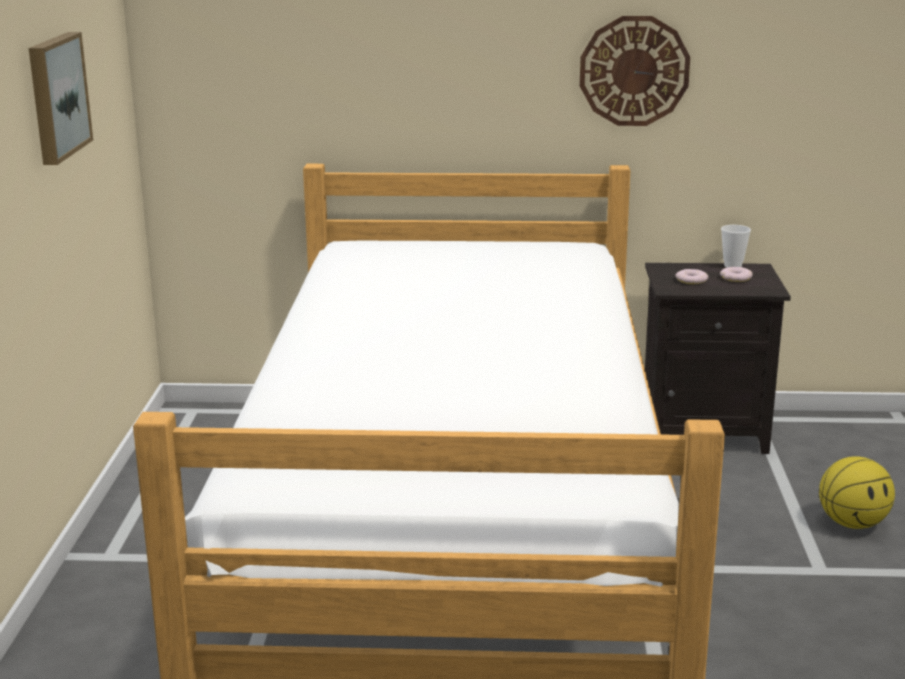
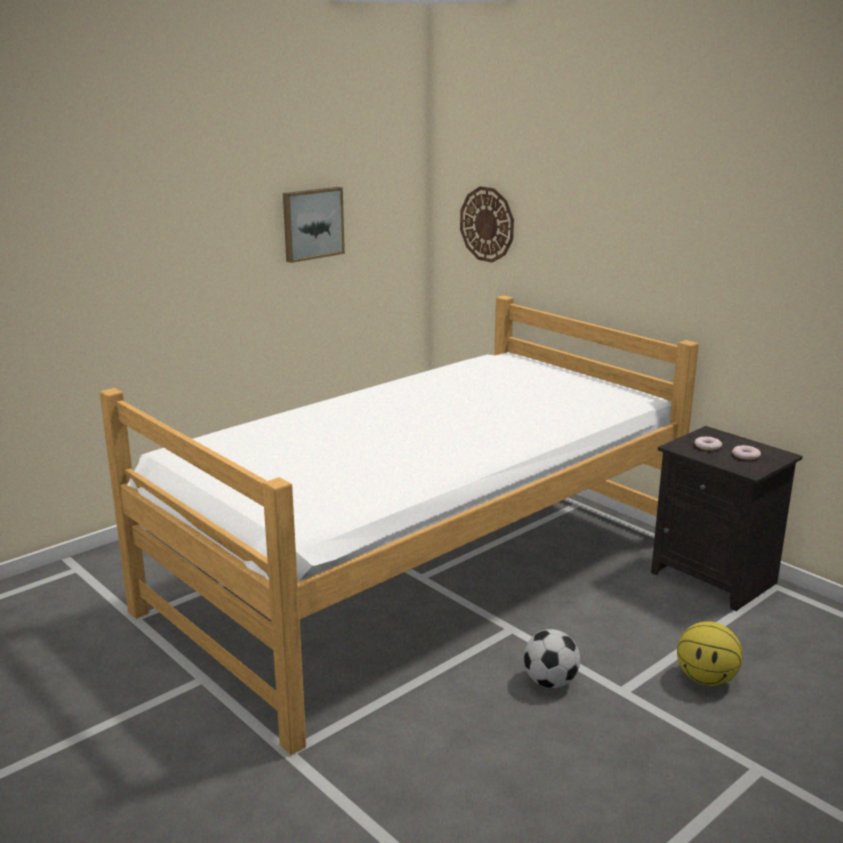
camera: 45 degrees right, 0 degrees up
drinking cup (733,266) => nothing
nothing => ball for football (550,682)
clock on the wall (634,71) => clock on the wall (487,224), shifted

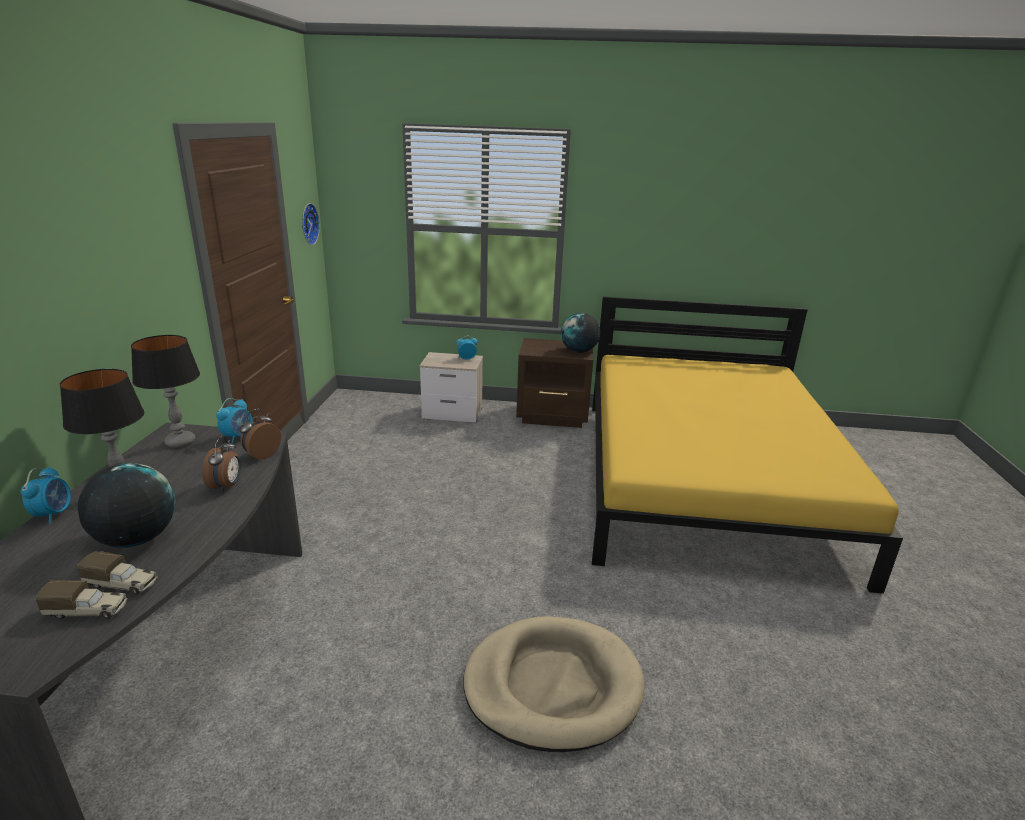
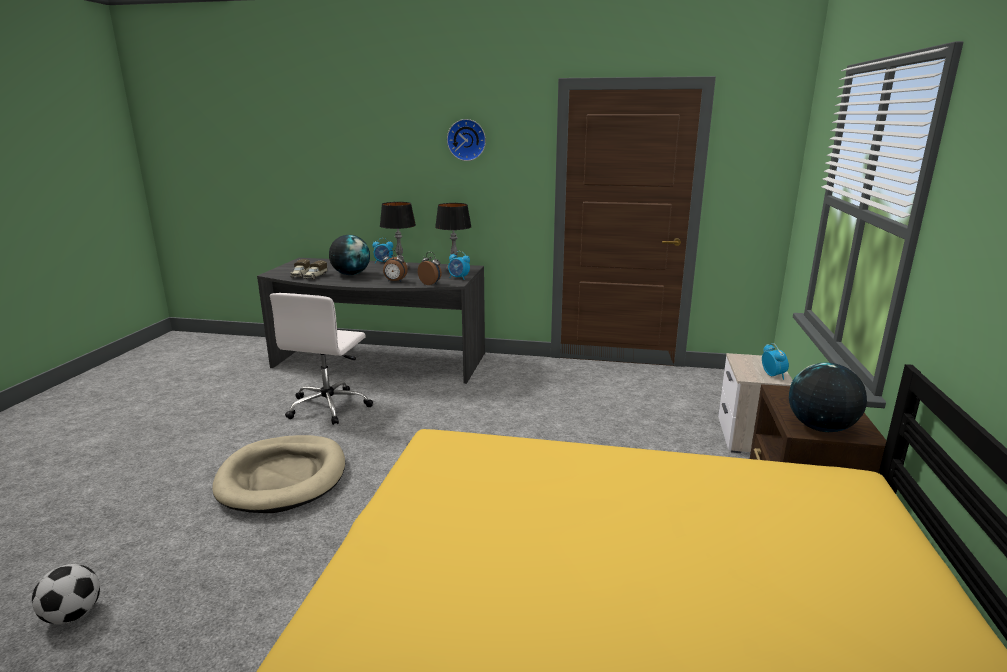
camera: 95 degrees right, 5 degrees down
nothing => ball for football (73,615)
nothing => whitish desk chair (329,406)
clock on the wall (307,224) => clock on the wall (467,140), shifted

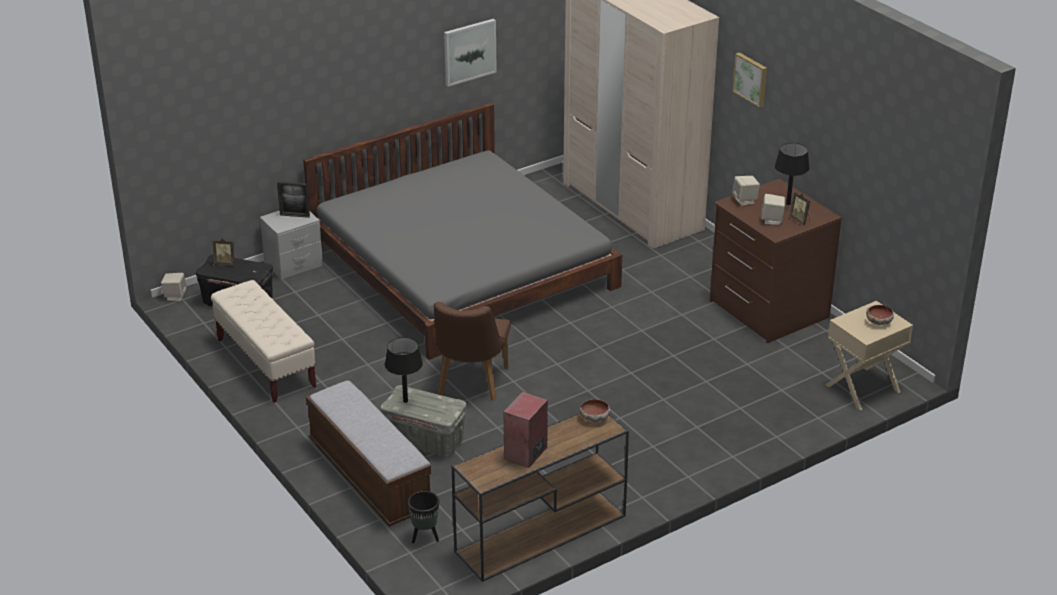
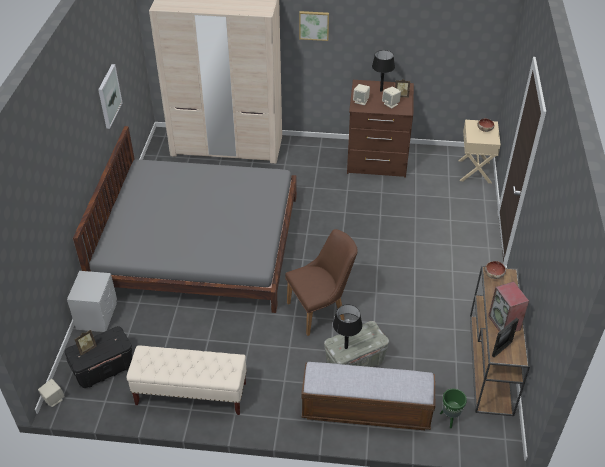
camera: 50 degrees left, 10 degrees up
standing frame (294,215) => standing frame (502,349), shifted
blackish planter (425,537) => green-coloured planter (450,418)
brownish upright chair (470,385) => brownish upright chair (321,310), 75 degrees counterclockwise

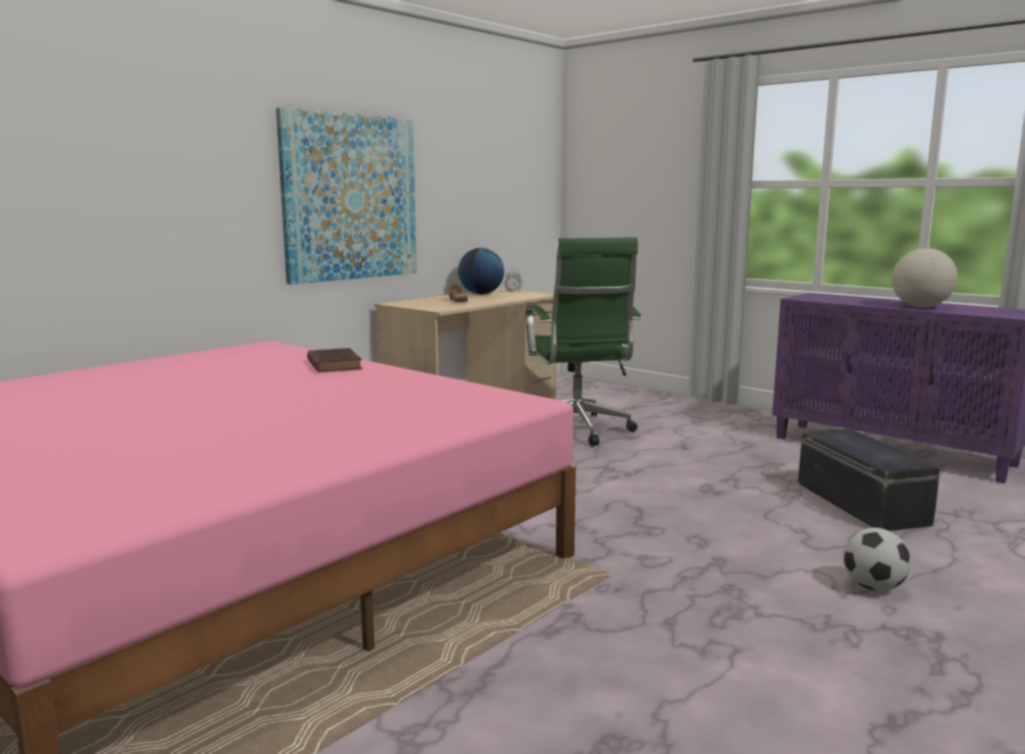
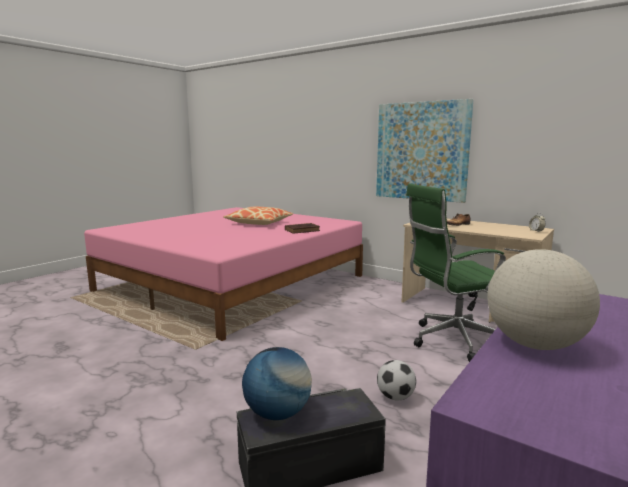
camera: 85 degrees right, 0 degrees up
nothing => pillow (259,223)
world globe (481,294) => world globe (277,413), shifted
ball for football (873,587) => ball for football (395,397), shifted

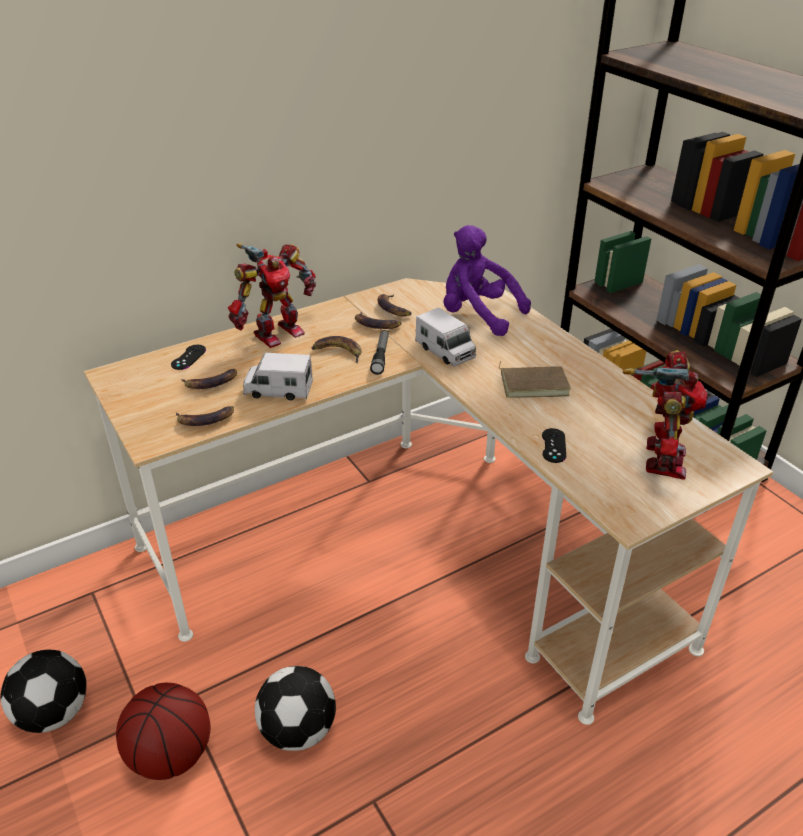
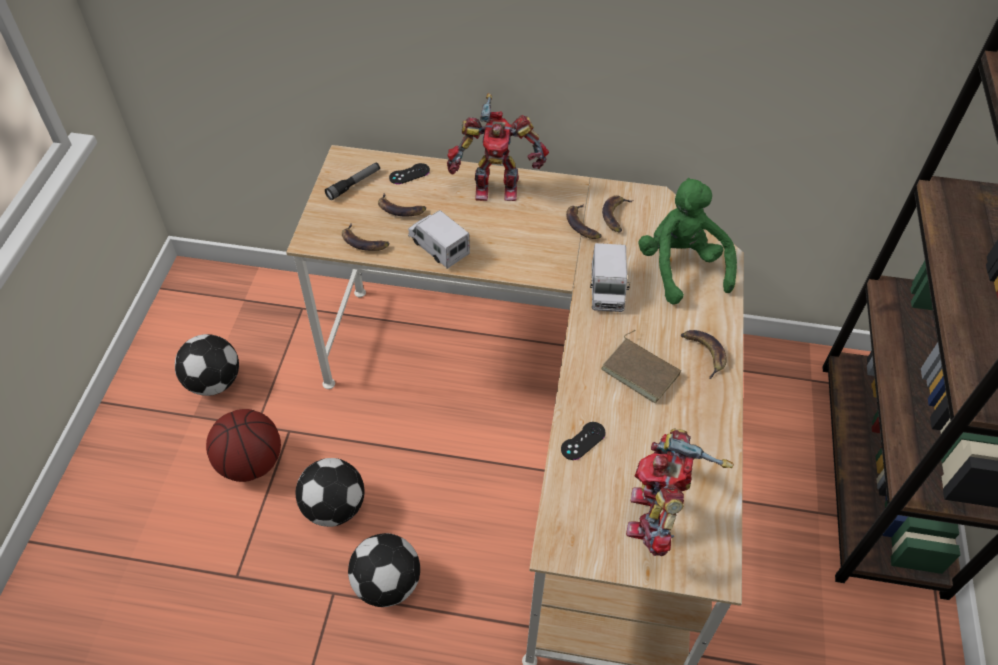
camera: 40 degrees right, 15 degrees up
nothing => ball for football (387,582)
banana (338,352) => banana (703,353), shifted
torch (381,356) => torch (354,184), shifted
purplish soft toy (477,315) => green-coloured soft toy (681,267)
robot figure (659,459) => robot figure (655,517), 135 degrees clockwise

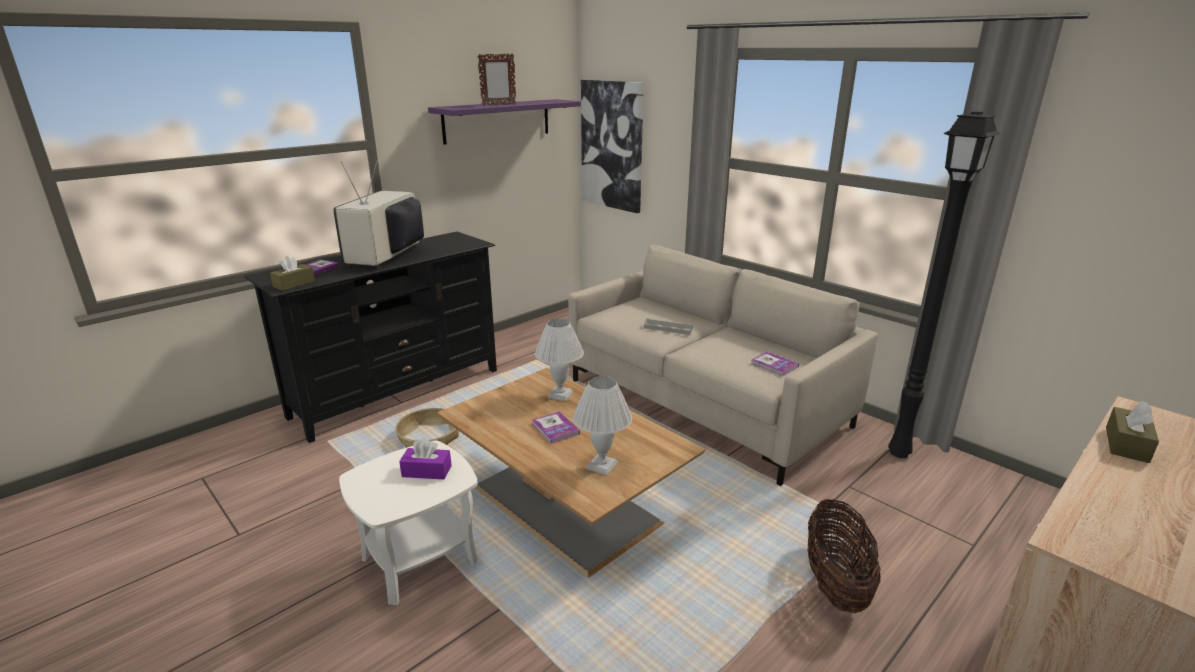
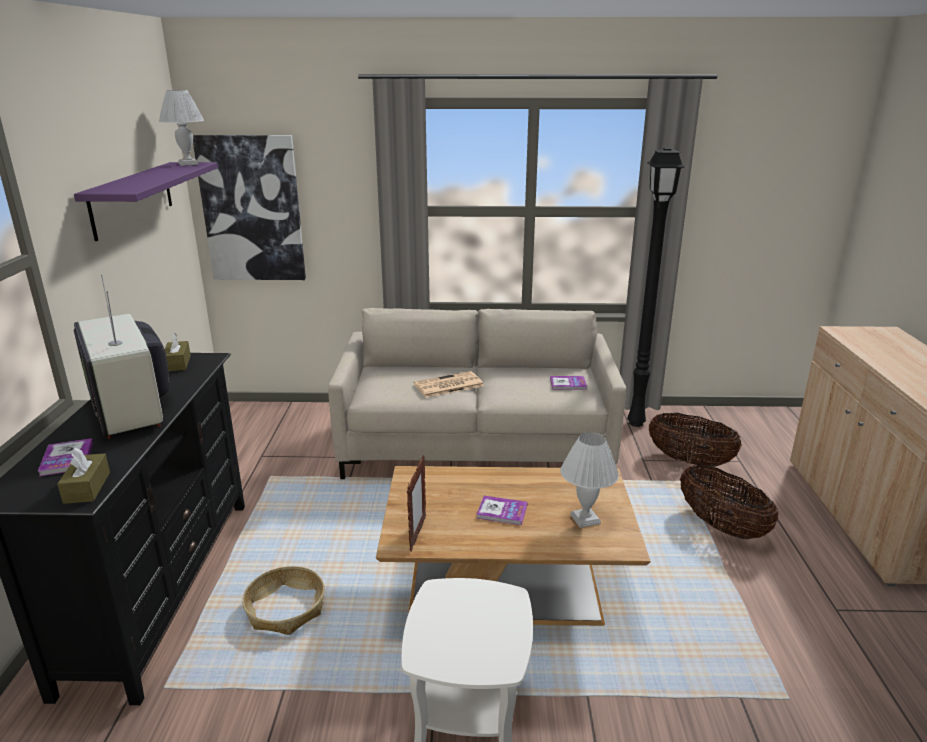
camera: 45 degrees left, 0 degrees up
purplish tissue holder (426,471) => nothing
nothing => storage basket (690,461)
standing frame (498,105) => standing frame (417,534), shifted
whitish tabletop lamp (560,394) => whitish tabletop lamp (187,164), shifted
brownish tissue holder (1126,444) => brownish tissue holder (177,363), shifted
greyish carrying tray (668,328) => newspaper (448,385)

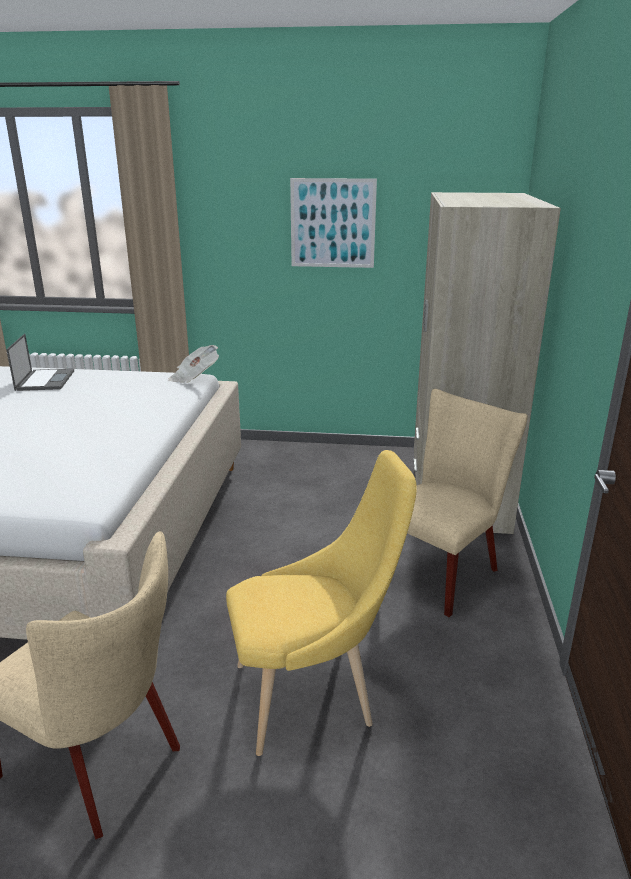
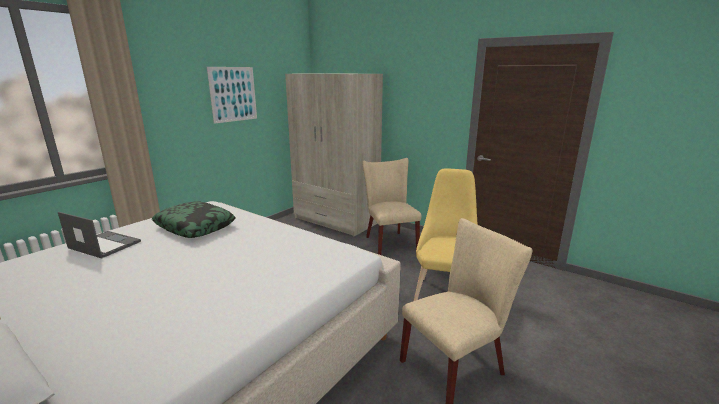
camera: 60 degrees left, 5 degrees down
newspaper (194,377) => nothing
nothing => pillow (195,226)

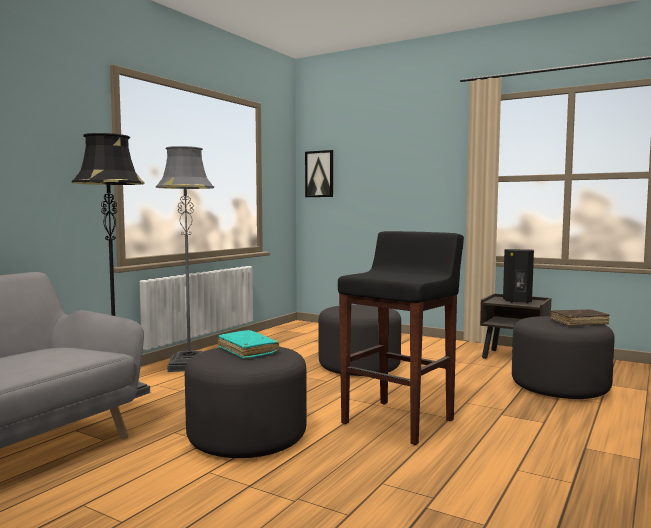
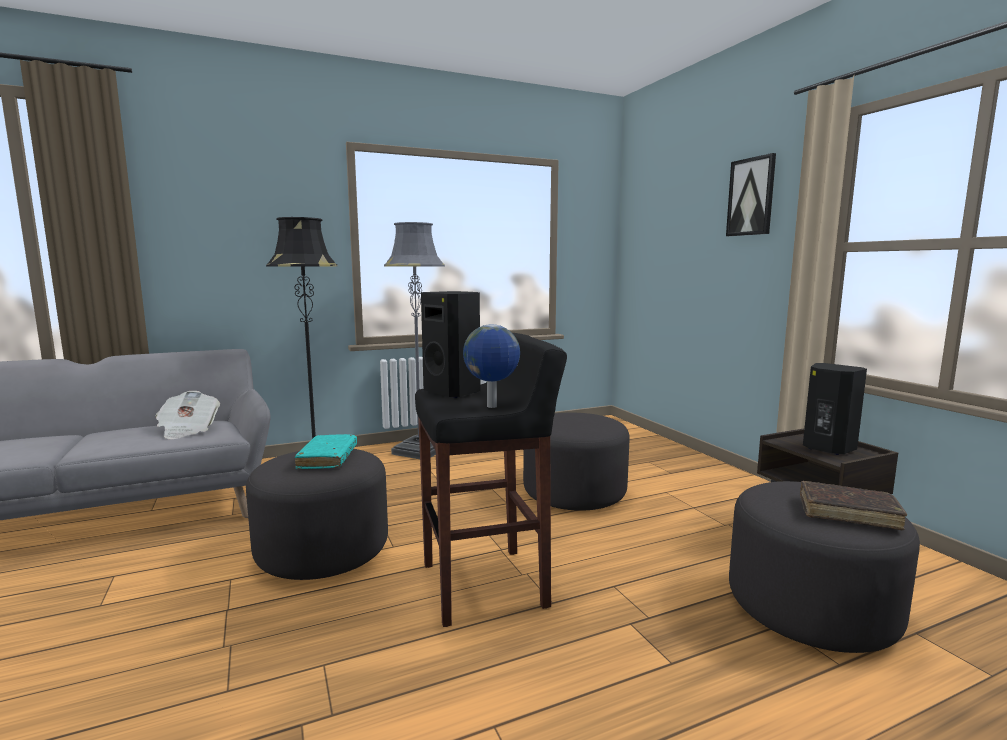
camera: 35 degrees right, 5 degrees up
nothing => newspaper (188,430)
nothing => blackish speaker (454,392)
nothing => world globe (492,407)
picture (319,174) => picture (751,197), shifted

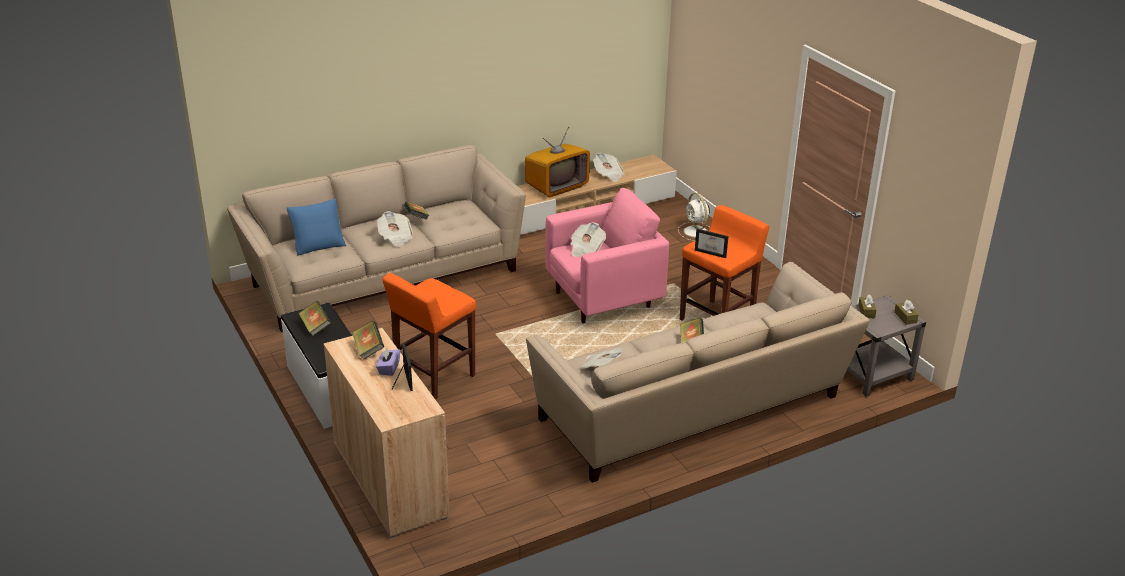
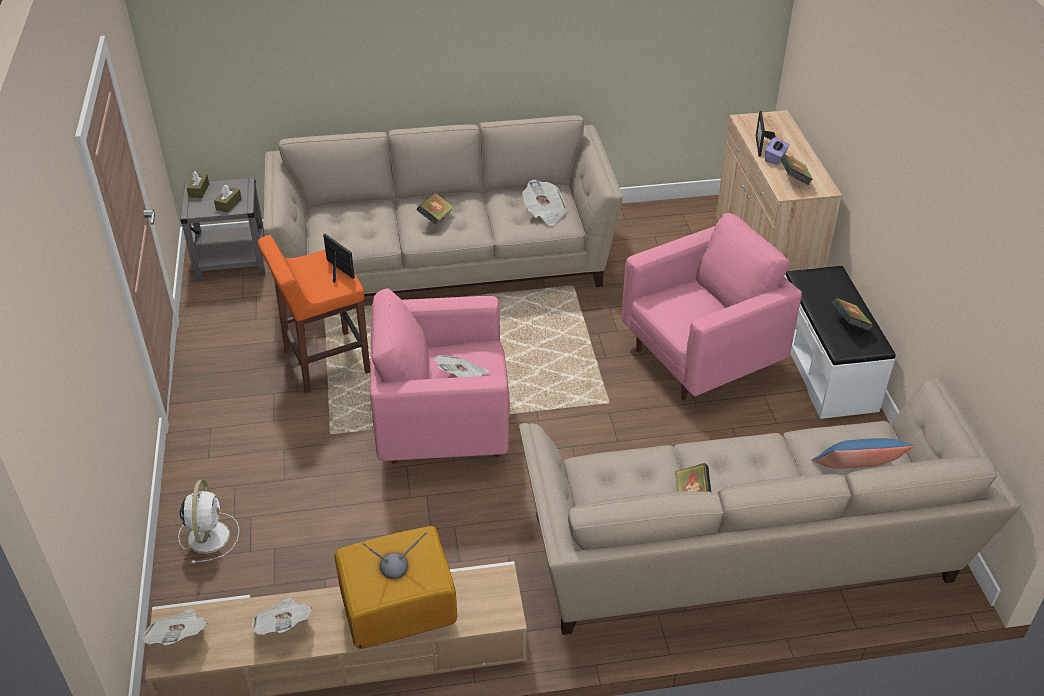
camera: 160 degrees left, 10 degrees up
newspaper (395,238) => newspaper (179,636), shifted
orange-coloured stool (433,376) => pink armchair (701,358)

